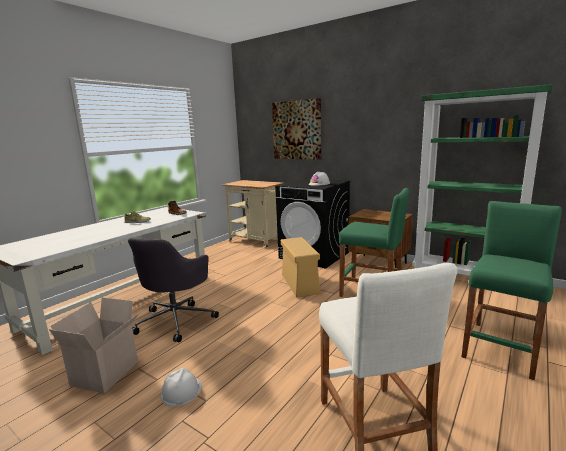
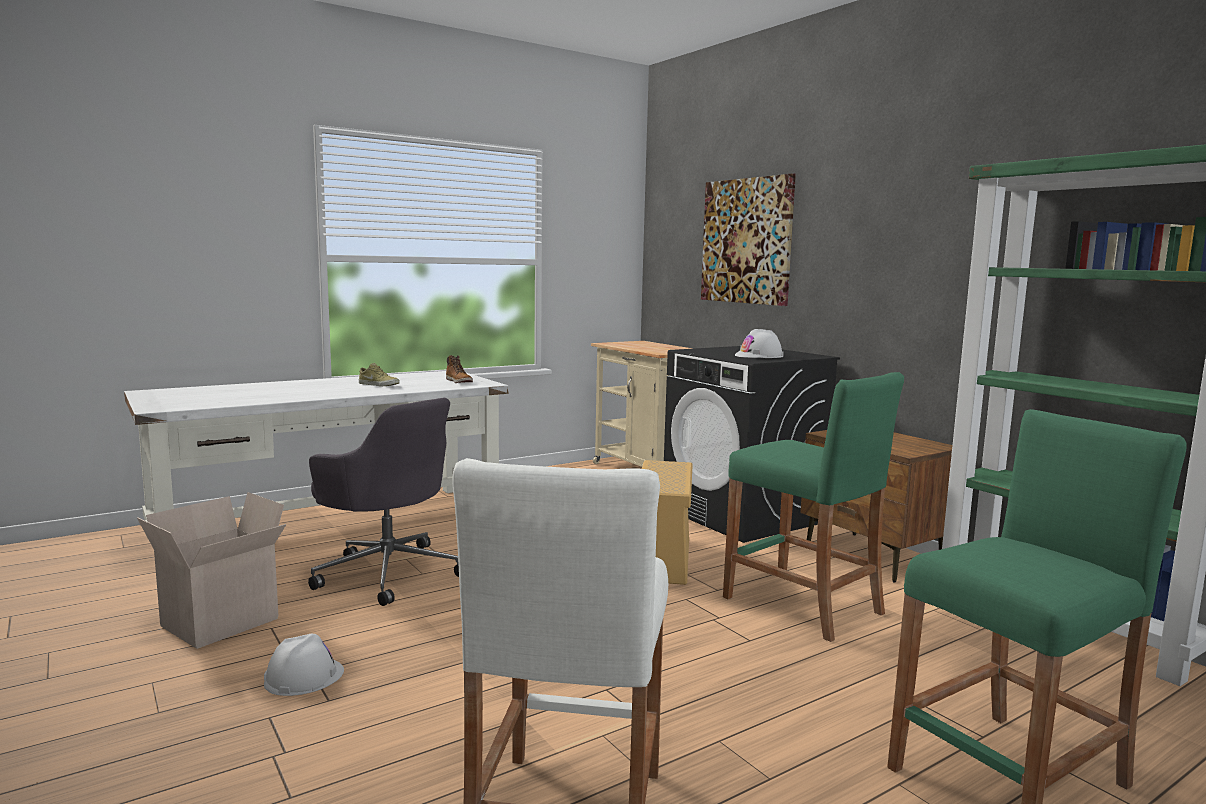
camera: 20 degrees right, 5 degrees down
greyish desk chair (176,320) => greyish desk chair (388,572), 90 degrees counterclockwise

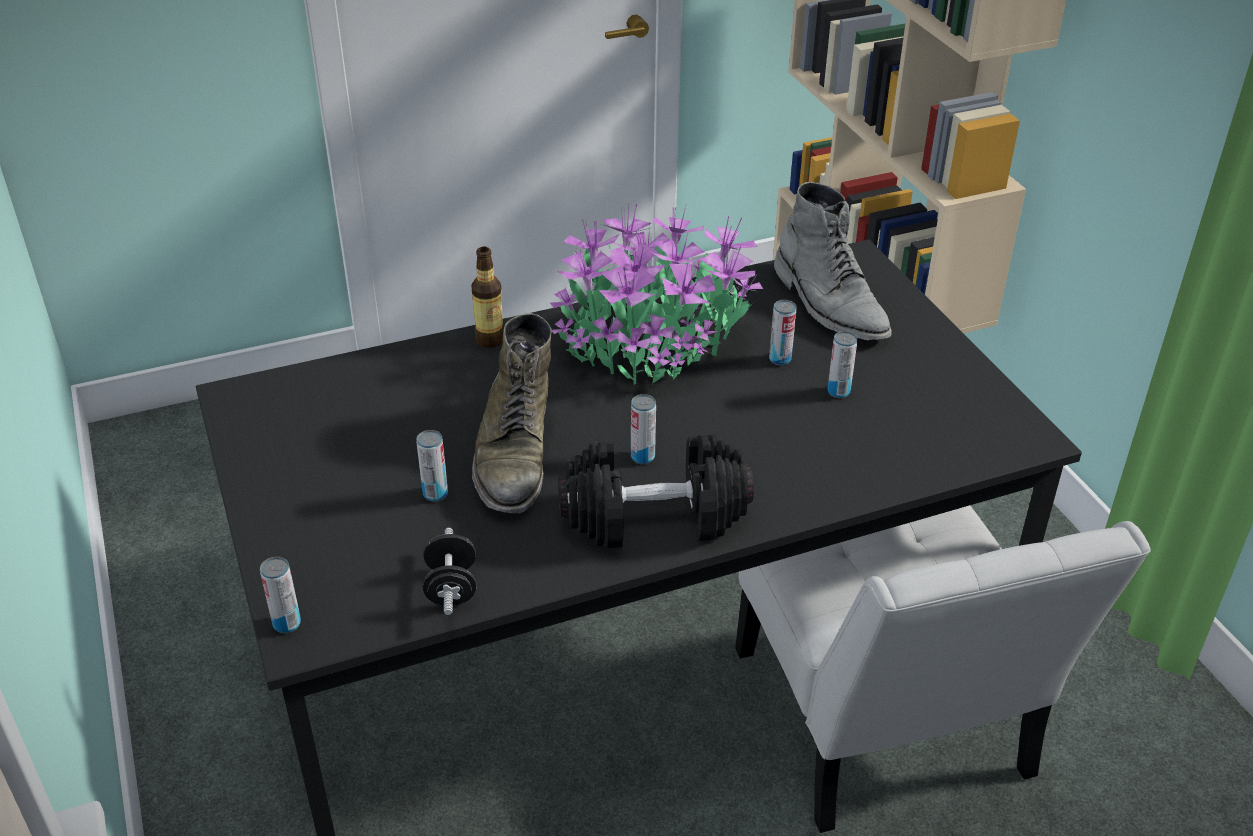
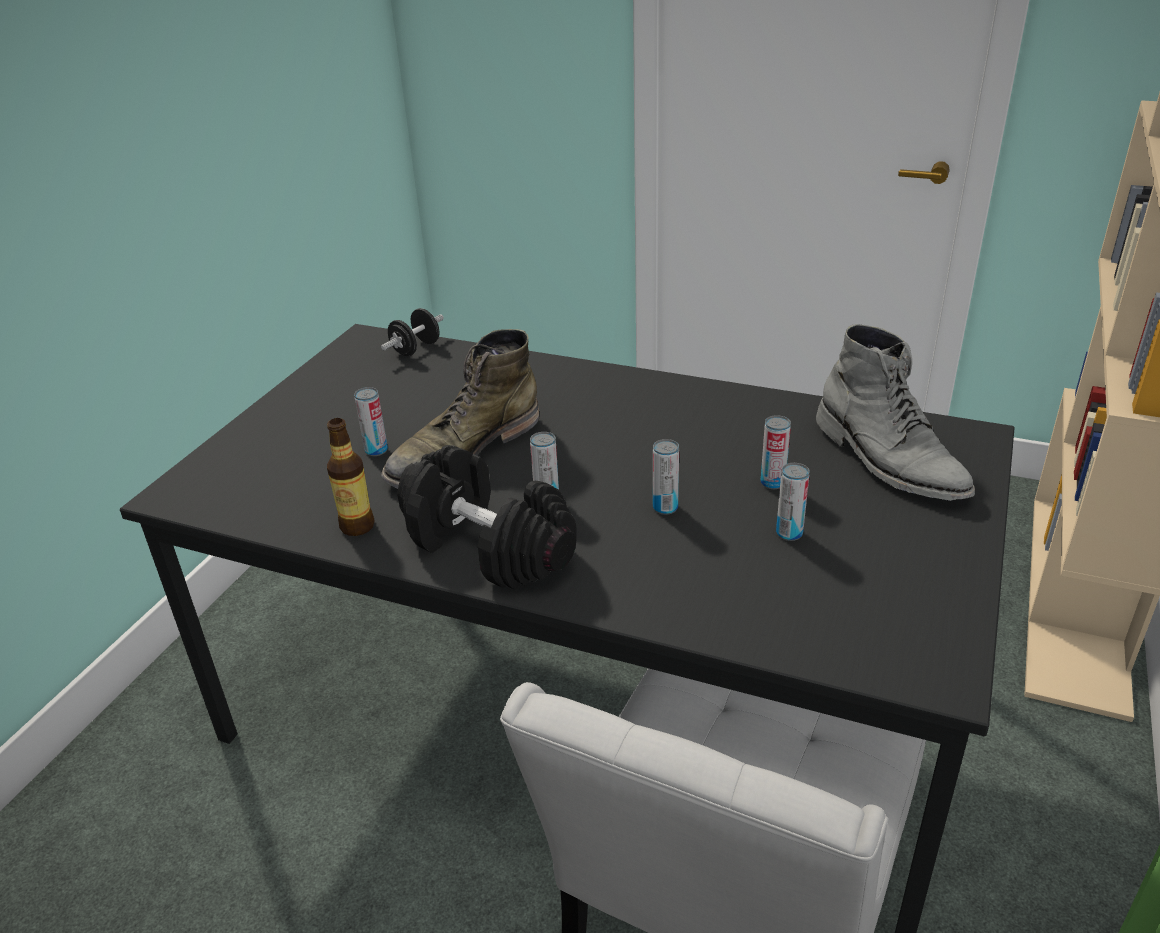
camera: 45 degrees right, 5 degrees down
plant in a pot (652,345) => nothing
metal can (287,624) => metal can (665,507), shifted
blackish hand weight (451,588) => blackish hand weight (416,349), shifted
bottle (490,340) => bottle (357,526), shifted
greyish high-top boot (829,304) => greyish high-top boot (888,460), 45 degrees counterclockwise

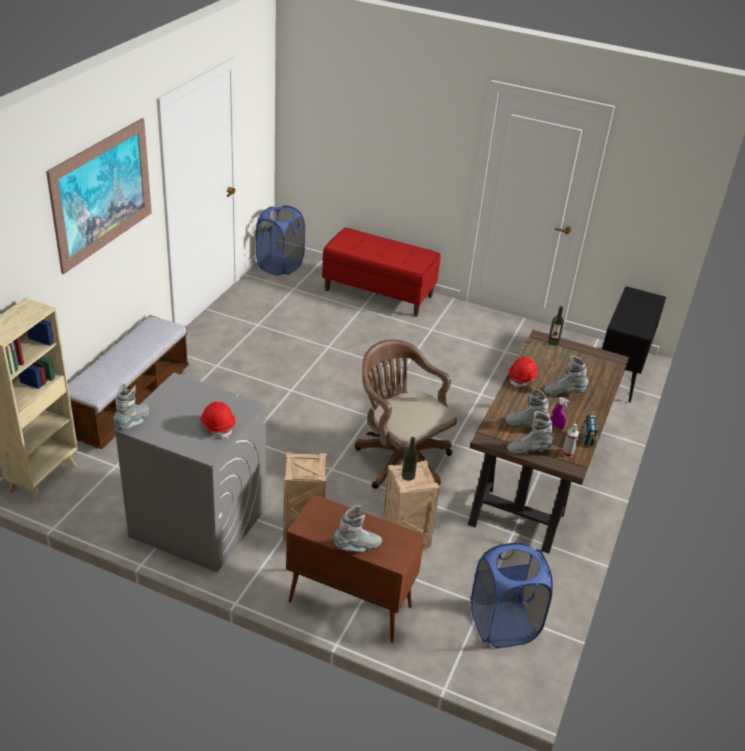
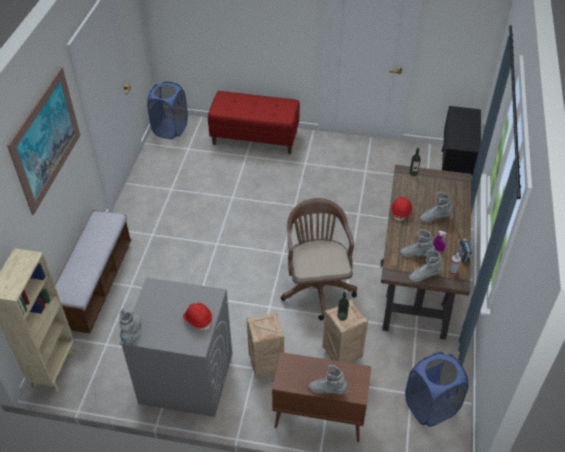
camera: 10 degrees left, 10 degrees up
greyish high-top boot (357,547) => greyish high-top boot (327,389), 135 degrees counterclockwise
brownish desk chair (399,459) => brownish desk chair (317,285), 45 degrees clockwise

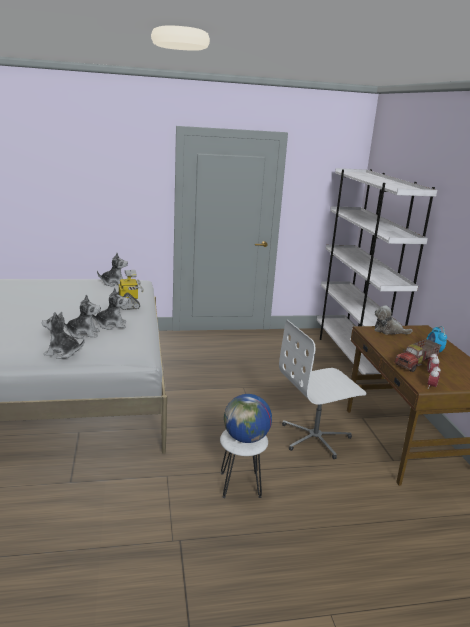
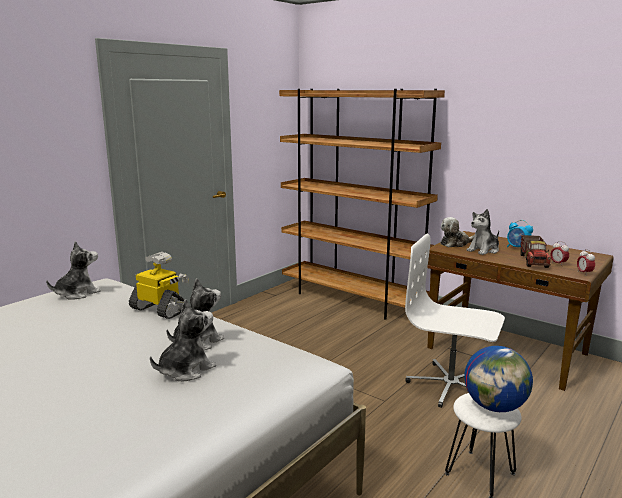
camera: 40 degrees left, 5 degrees down
soft toy (62,353) => soft toy (483,250), shifted
whitish bookcase (352,357) => brownish bookcase (352,299)
whitish desk chair (315,438) => whitish desk chair (450,386), 90 degrees clockwise

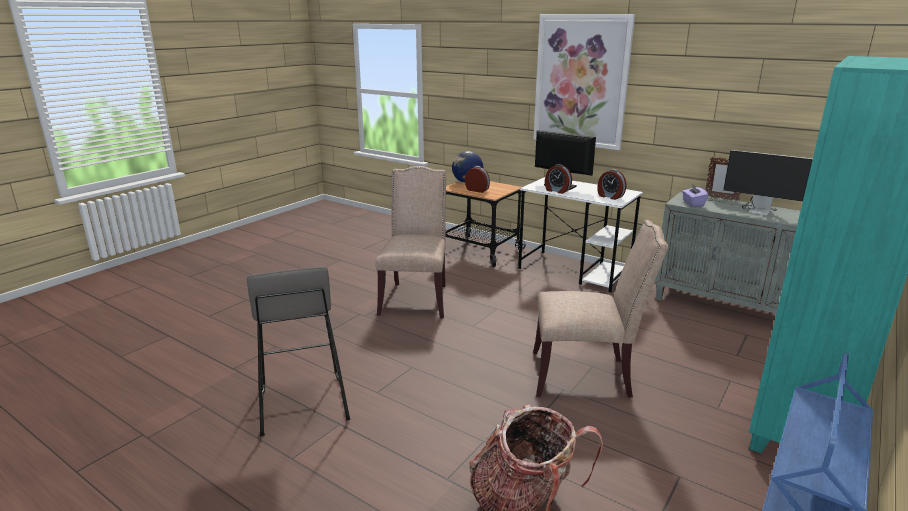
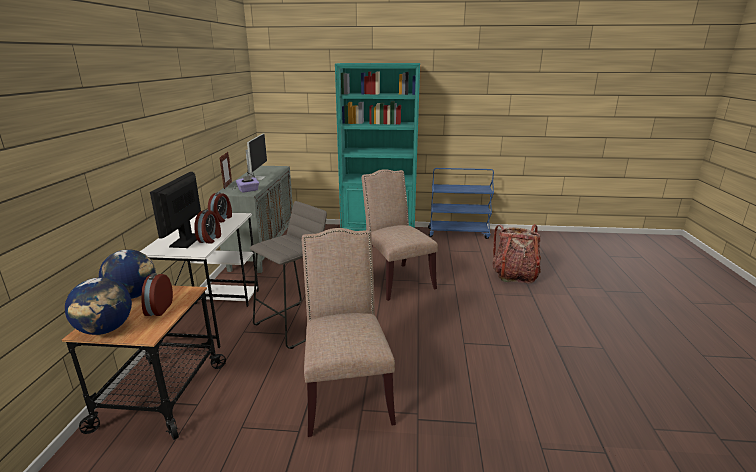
camera: 120 degrees left, 0 degrees up
picture (581,81) => nothing
nothing => world globe (133,295)
greyish stool (302,405) => greyish stool (296,325), shifted
beige-coloured upright chair (416,298) => beige-coloured upright chair (346,392), 105 degrees clockwise

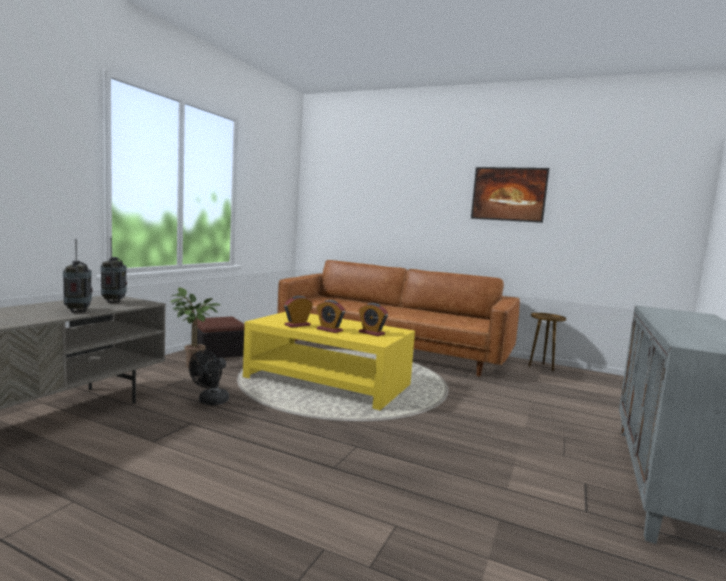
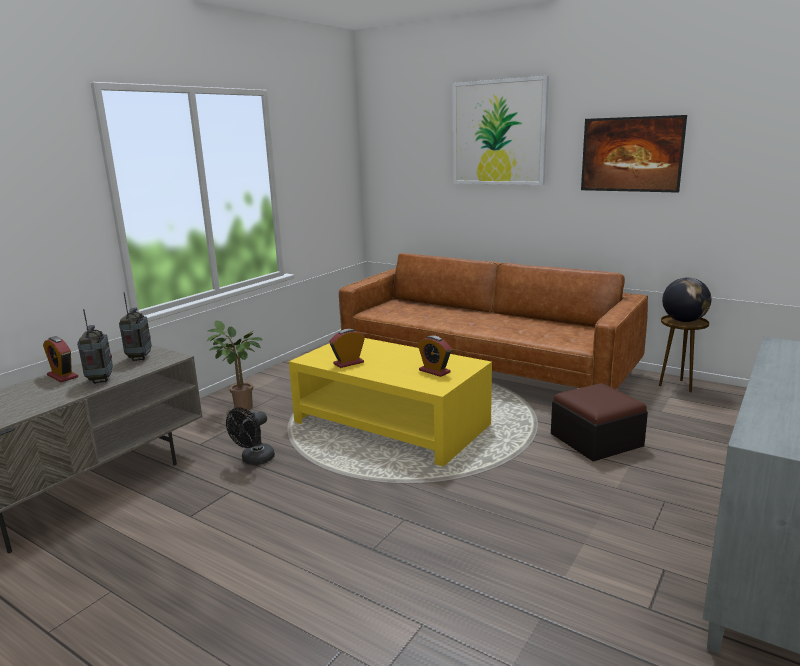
camera: 10 degrees right, 10 degrees up
nothing => picture (499,133)
nothing => world globe (684,321)
ottoman (219,351) => ottoman (596,440), shifted
table clock (329,330) => table clock (62,376), shifted

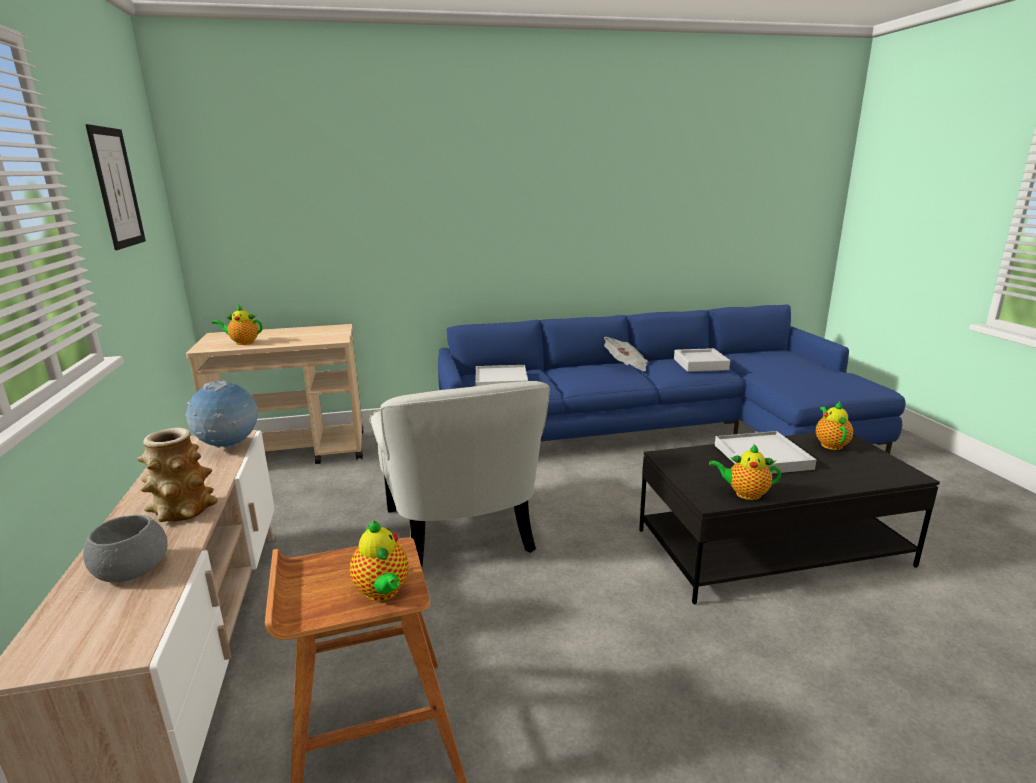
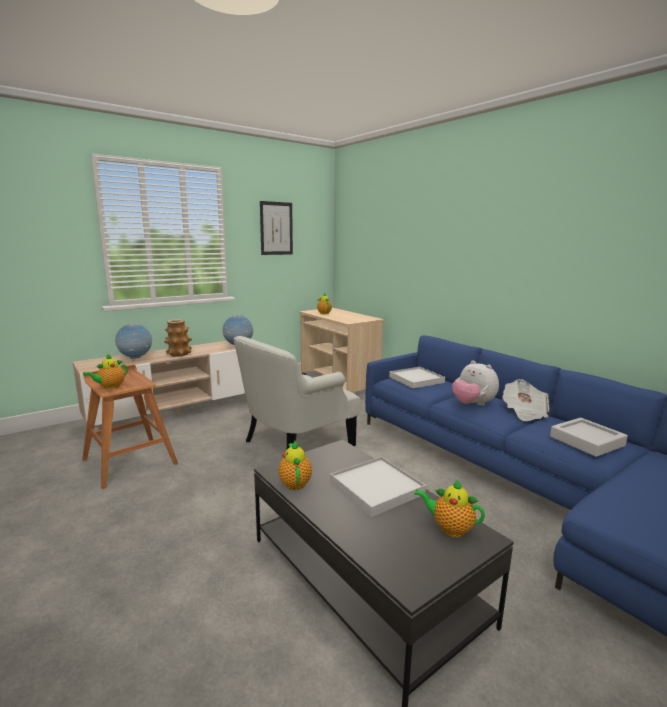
camera: 65 degrees right, 5 degrees down
nothing => soft toy (473,404)
greyish serving bowl (133,569) => world globe (135,358)
tea pot (830,444) => tea pot (449,528), 135 degrees counterclockwise

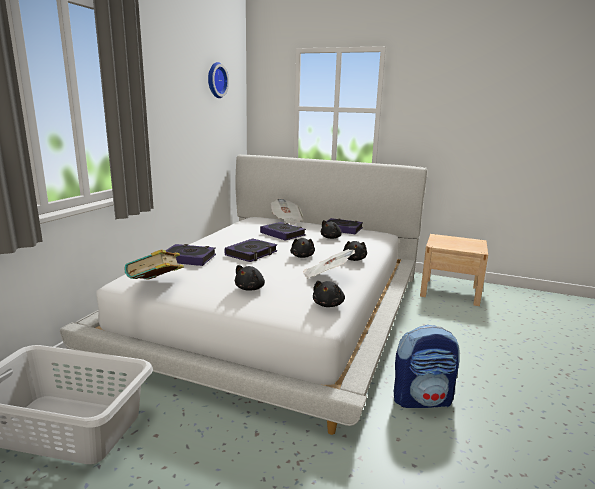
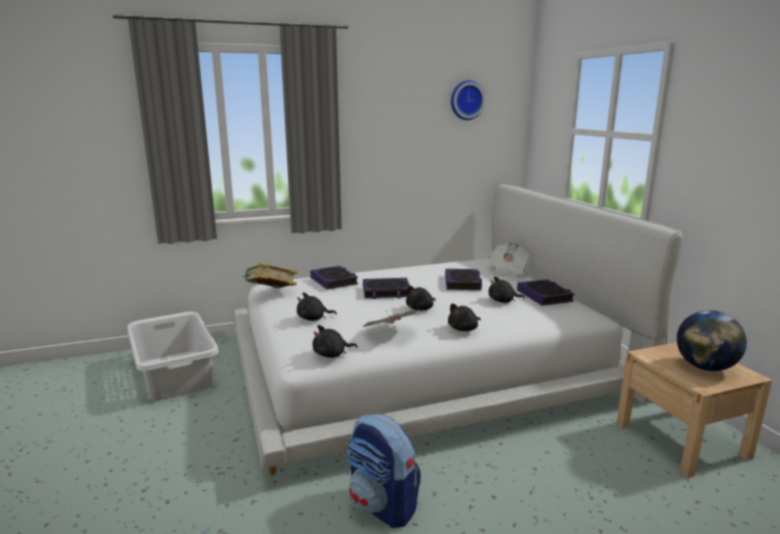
camera: 50 degrees right, 0 degrees up
nothing => world globe (705,367)

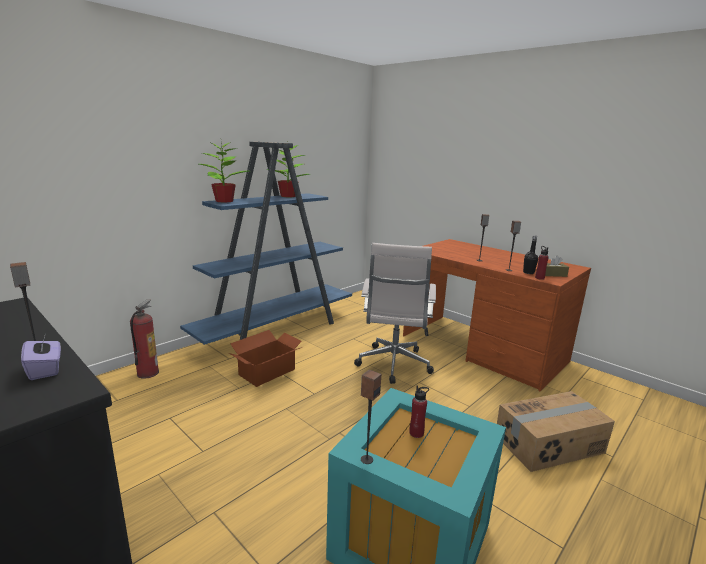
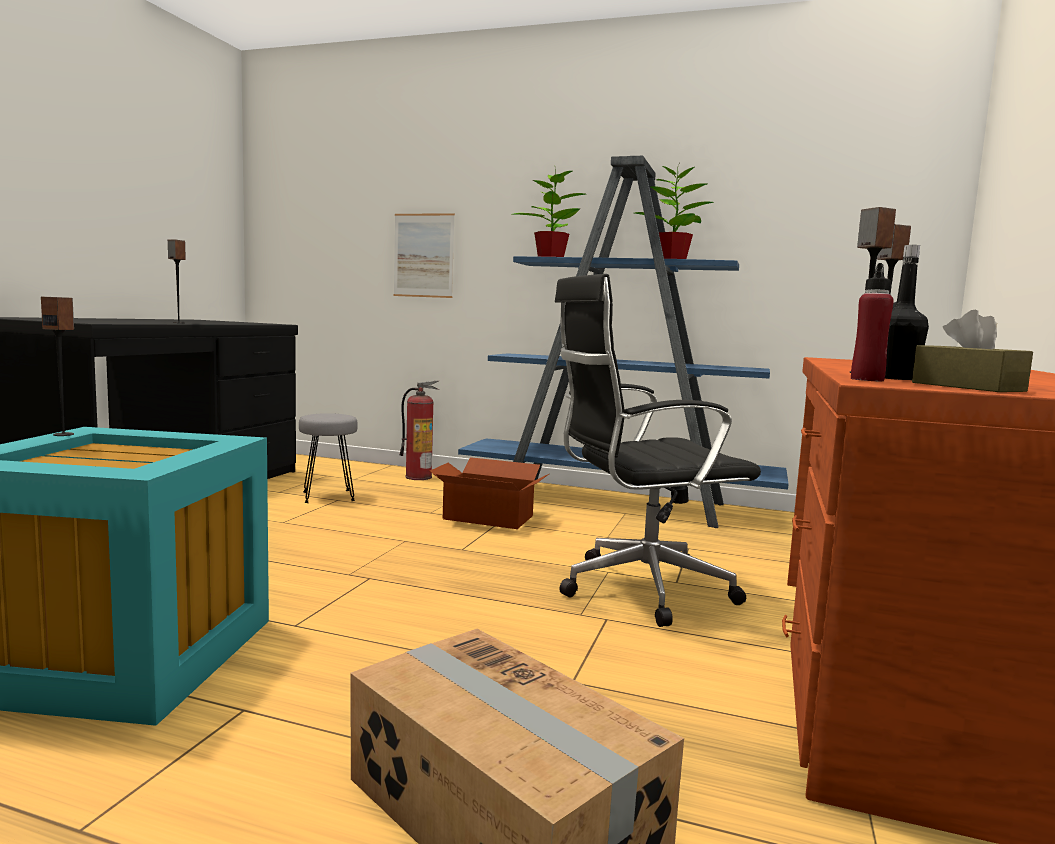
camera: 65 degrees right, 10 degrees down
purplish tissue holder (45,369) => nothing
reddish bottle (416,433) => nothing
nothing => greyish stool (328,497)
nothing => picture (423,255)
whitish desk chair (393,365) => blackish desk chair (638,590)

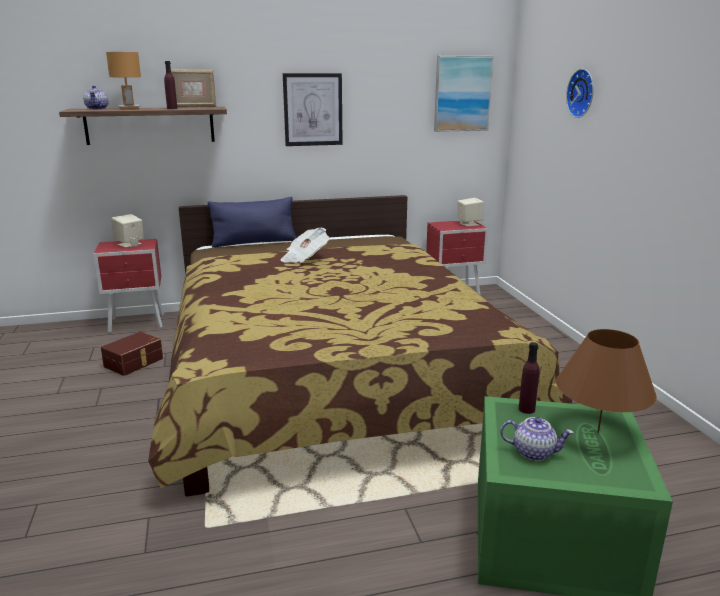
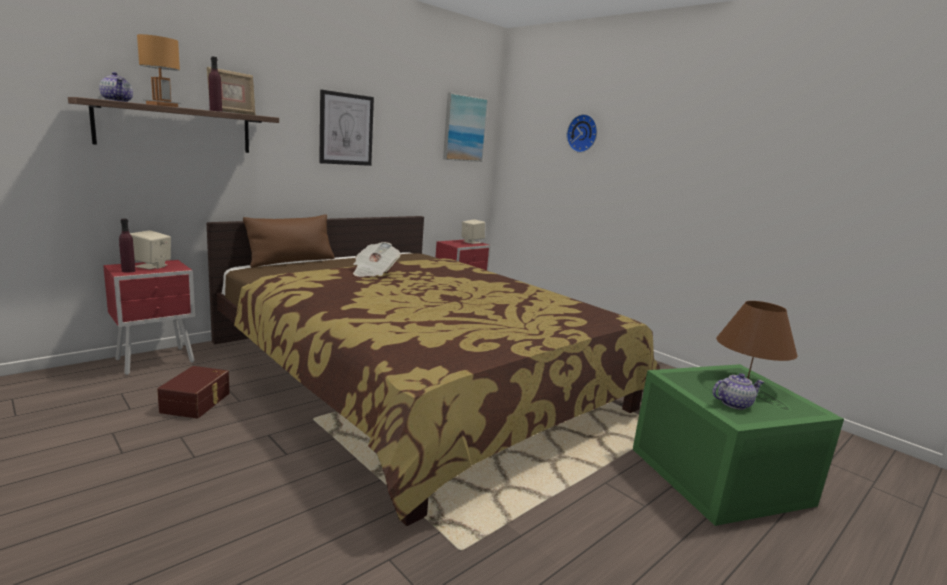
camera: 30 degrees left, 5 degrees down
purplish bottle (526,409) => purplish bottle (128,271), shifted
bluish pillow (254,242) => brownish pillow (291,261)

